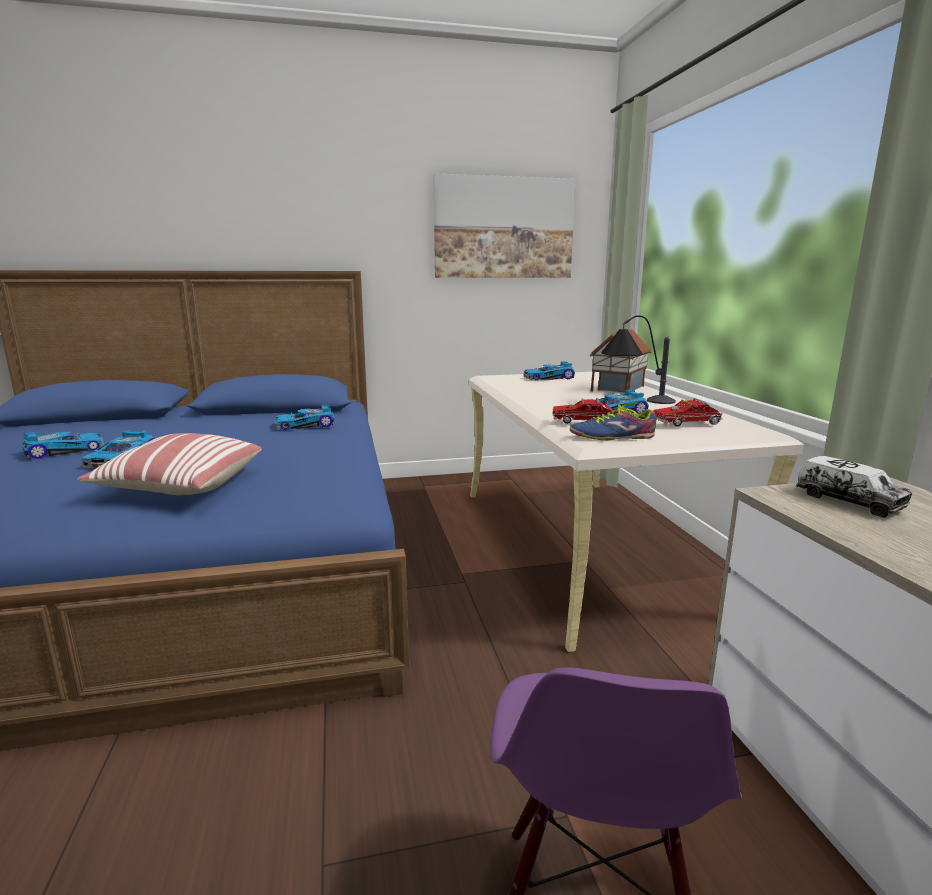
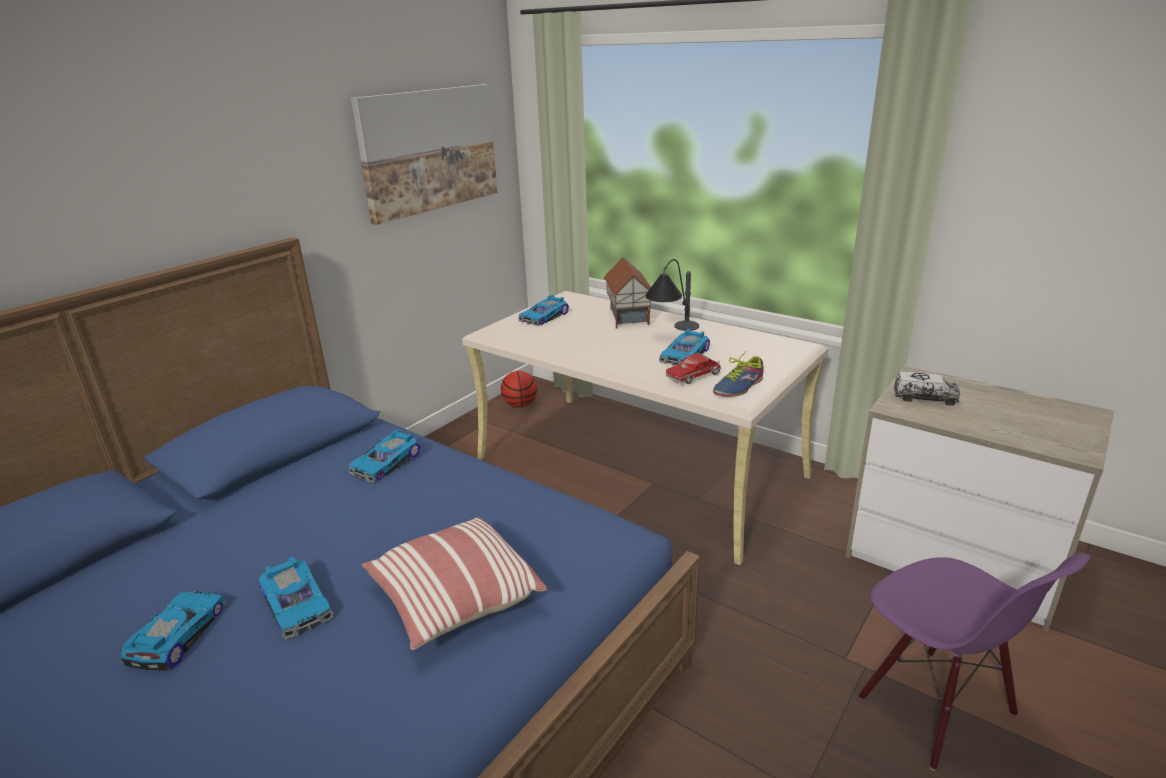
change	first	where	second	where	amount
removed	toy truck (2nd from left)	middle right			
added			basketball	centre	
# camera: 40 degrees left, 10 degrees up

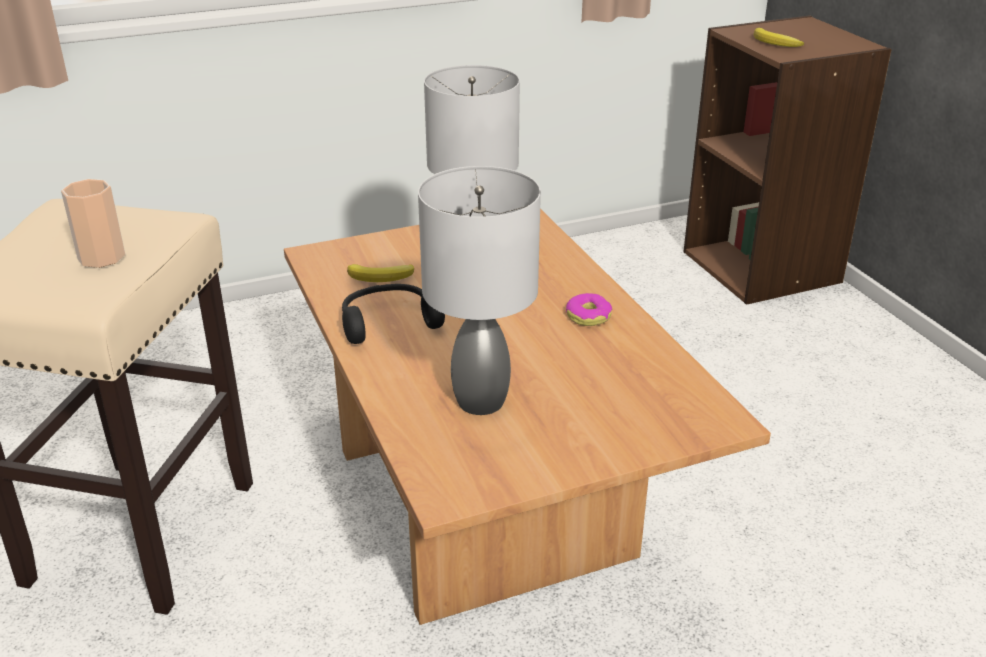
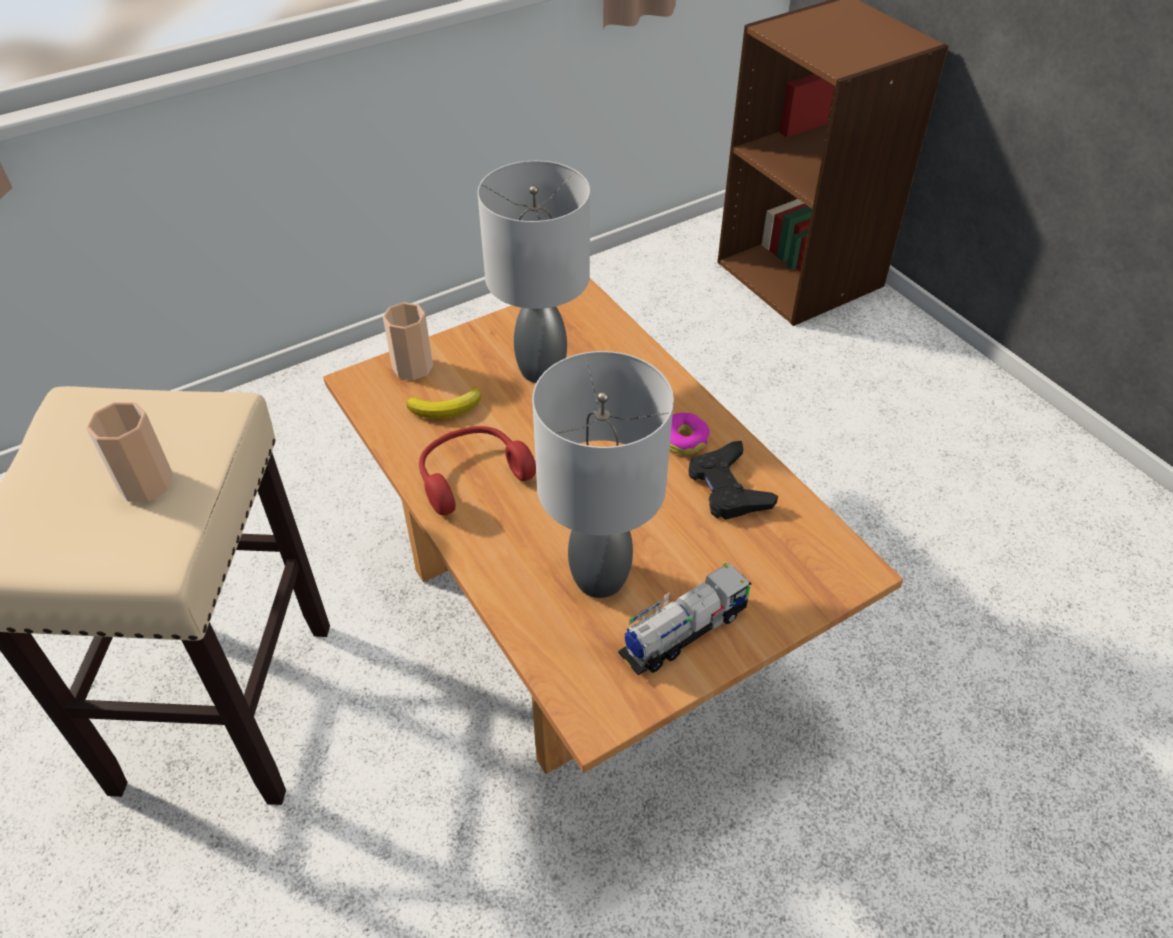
change	first	where	second	where	amount
removed	banana (2nd from left)	top right			
recoloured	headphones in black	centre	headphones in red	centre	
added			cup (2nd from left)	centre	
added			game controller in black	centre	
added			toy truck	centre	
# camera: 10 degrees left, 15 degrees up

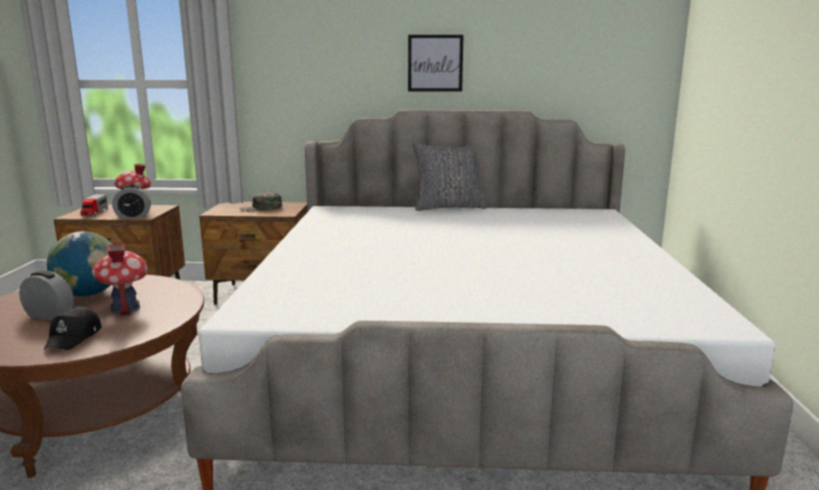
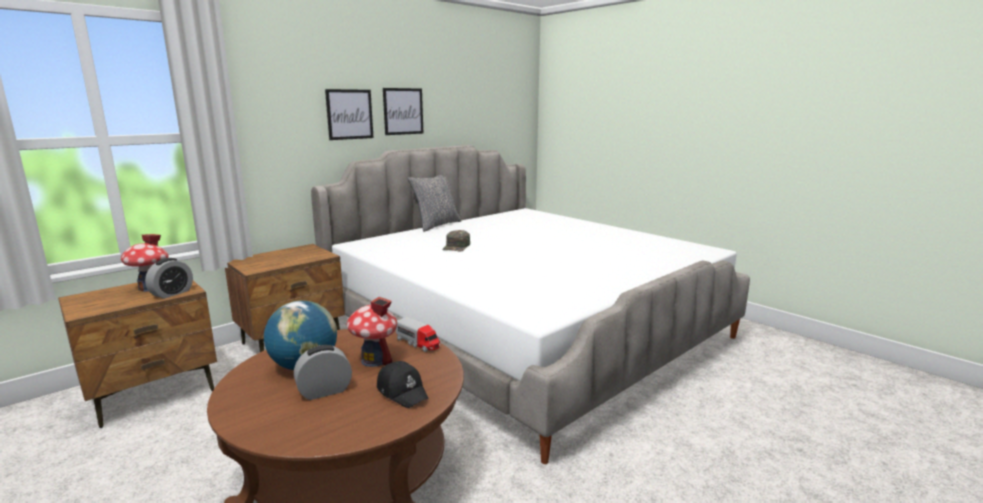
change	first	where	second	where	amount
moved	cap in green	middle left		centre	
moved	toy truck	middle left		centre	
added			picture (1st from left)	top centre	
# camera: 45 degrees left, 0 degrees up

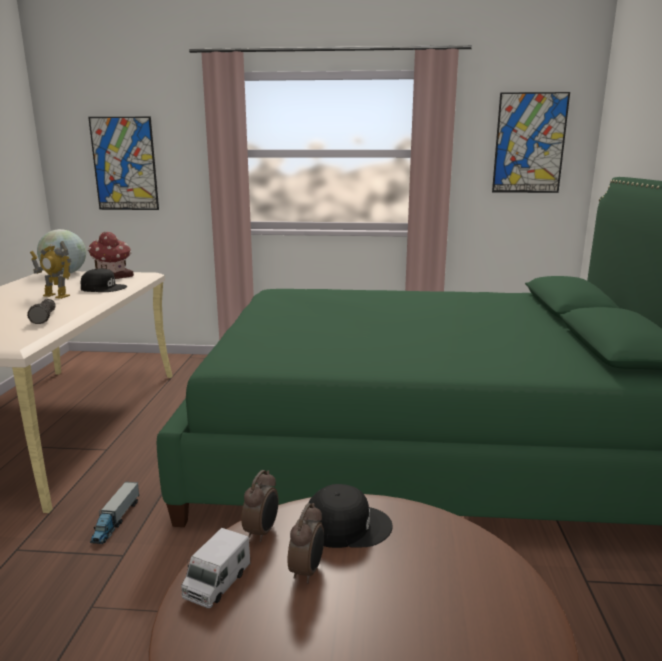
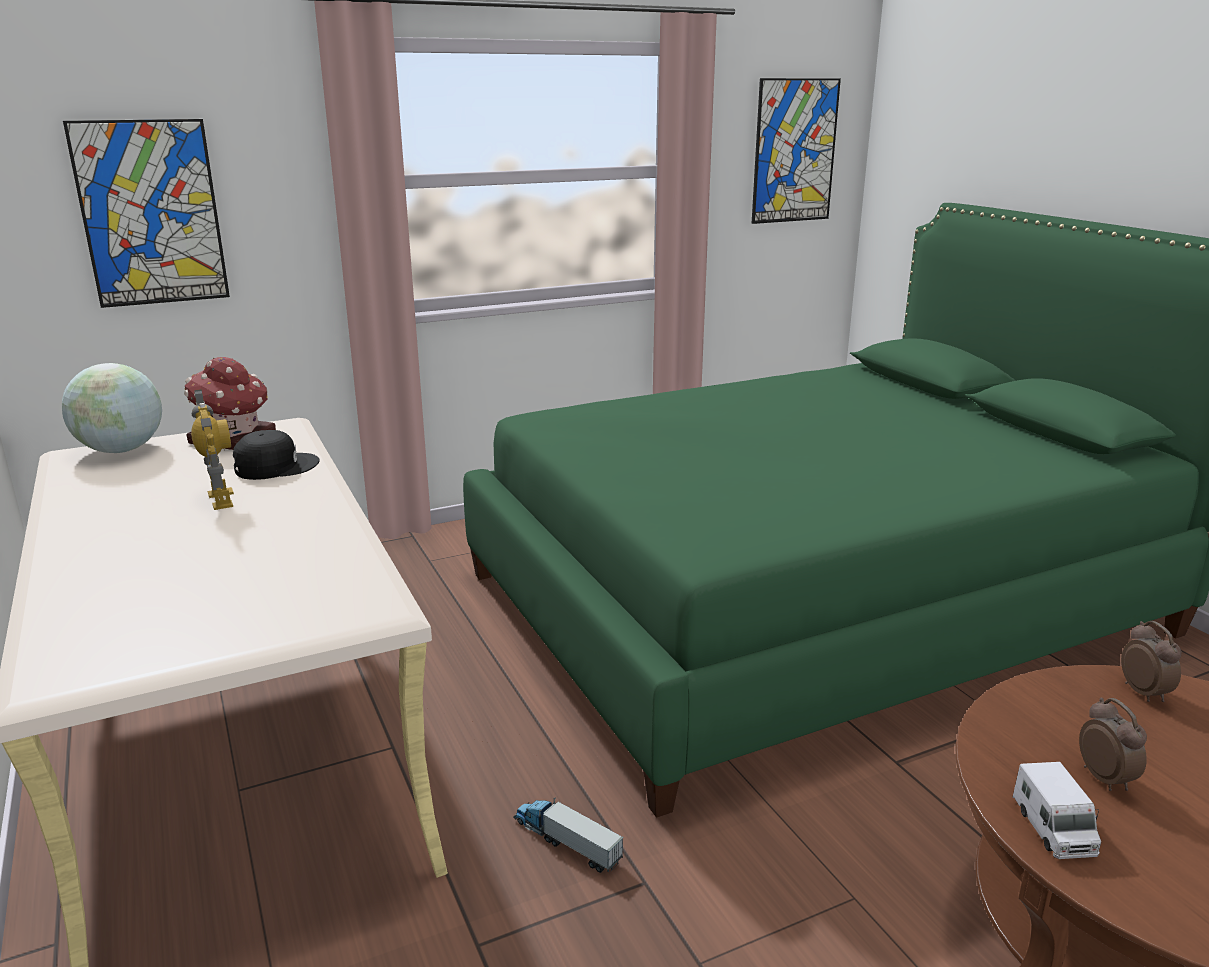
change	first	where	second	where	amount
turned	toy robot	middle left		middle left	105 degrees counterclockwise
removed	flashlight	middle left			
moved	alarm clock (1st from left in the first image)	bottom centre	alarm clock (2nd from left)	bottom right	
turned	toy truck (1st from left)	bottom left		bottom centre	150 degrees clockwise
removed	cap in black (2nd from left)	bottom centre			
# camera: 30 degrees left, 5 degrees up

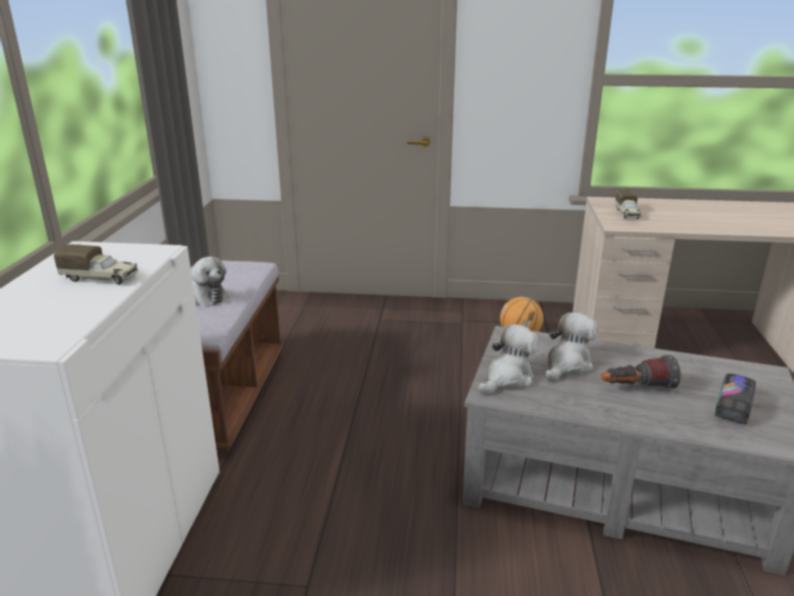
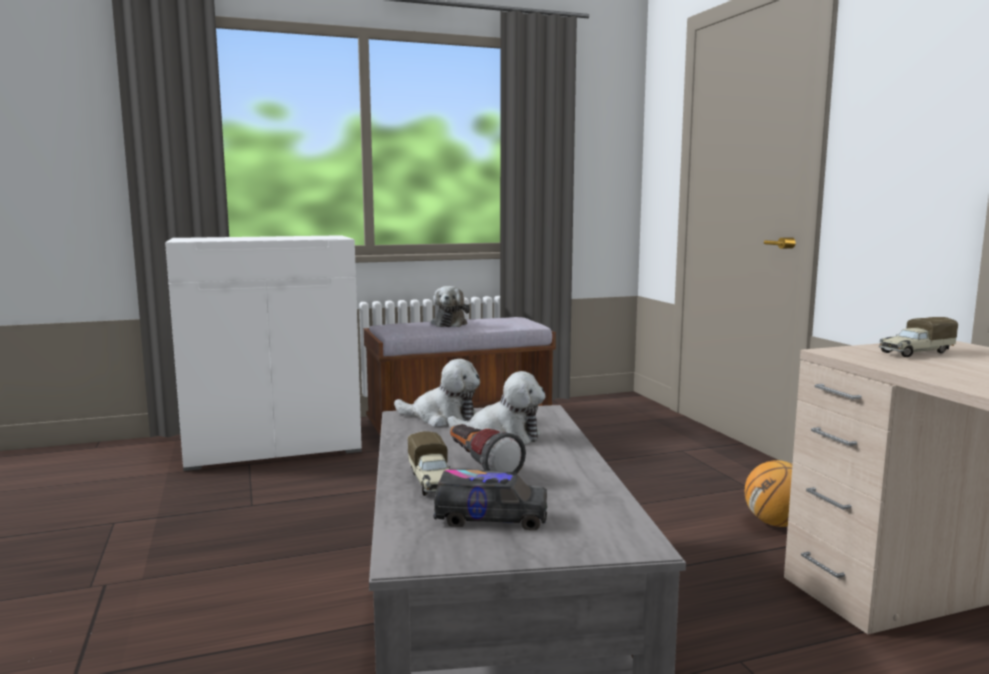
change	first	where	second	where	amount
moved	toy truck (1st from left)	middle left		bottom centre	
# camera: 65 degrees right, 15 degrees down

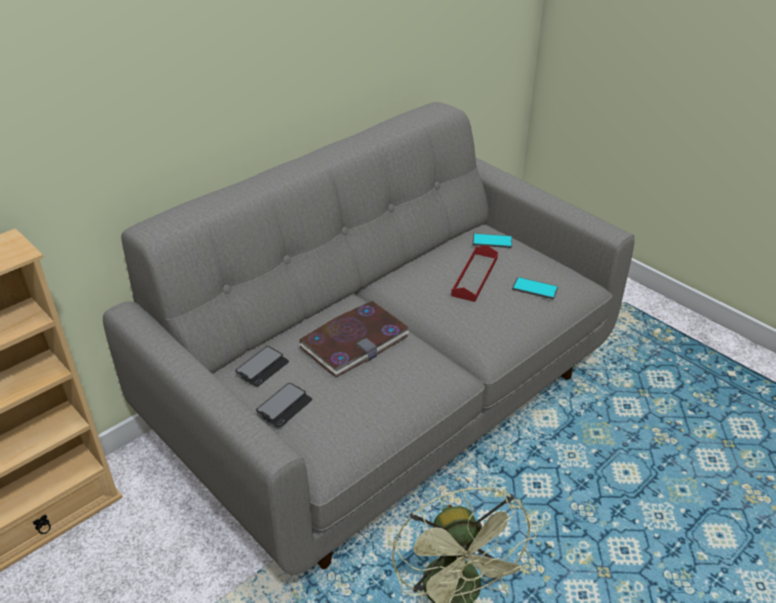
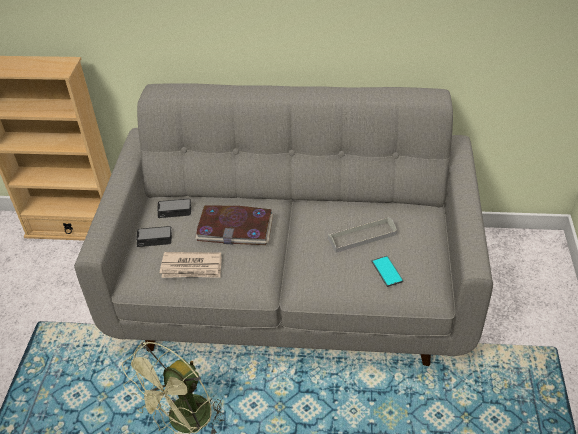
change	first	where	second	where	amount
removed	phone (3rd from left)	centre			
recoloured	tray in red	centre	tray in grey	centre	
added			newspaper	middle left	
# camera: 50 degrees right, 5 degrees up

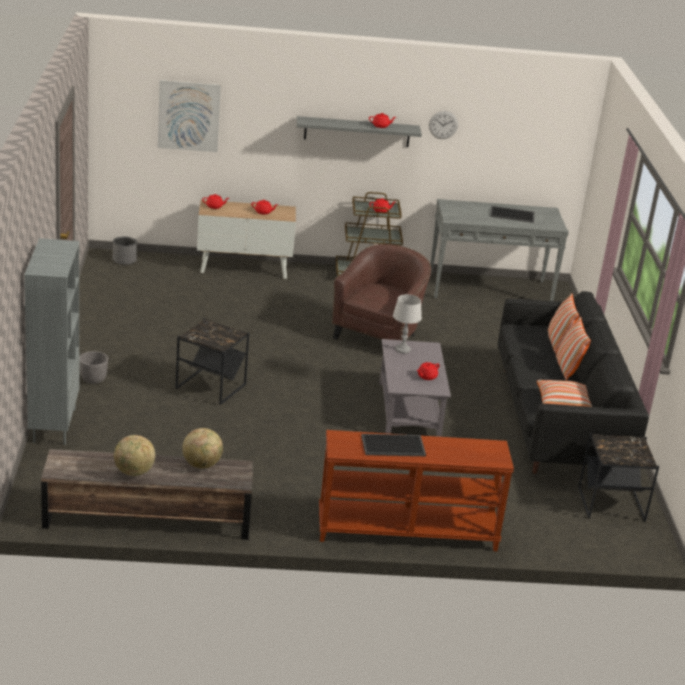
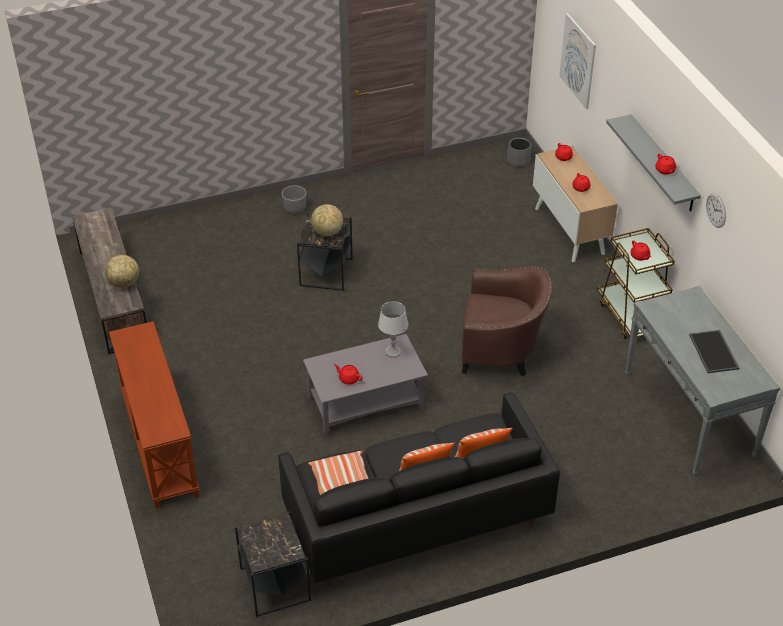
change	first	where	second	where	amount
removed	bookcase in grey	middle left			
removed	tray (1st from left)	centre			
moved	globe (1st from left in the first image)	middle left	globe (2nd from left)	centre	
# camera: 75 degrees right, 15 degrees up

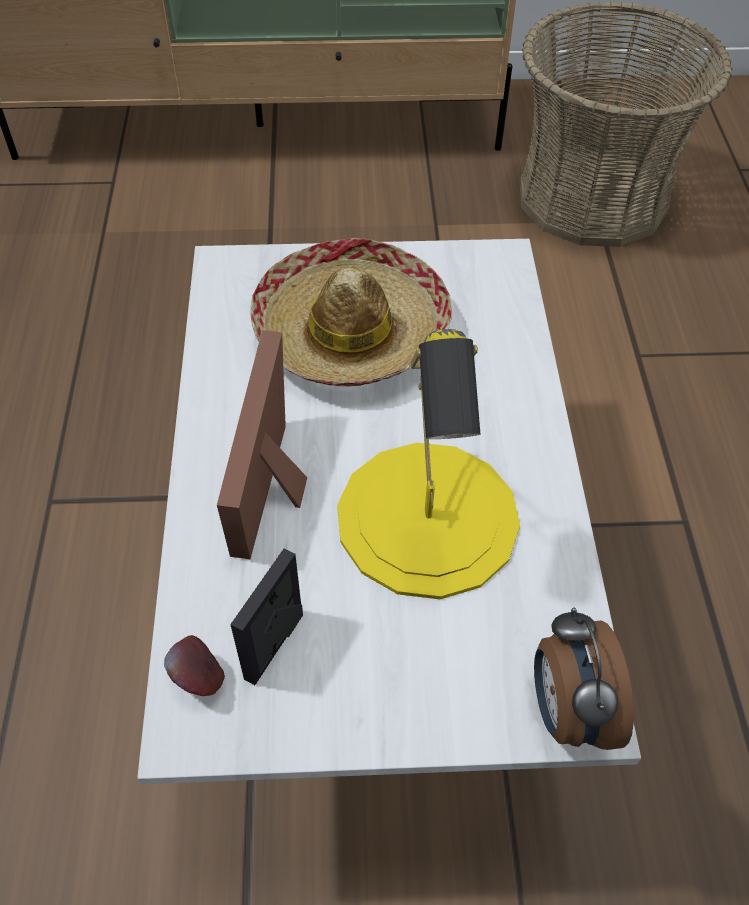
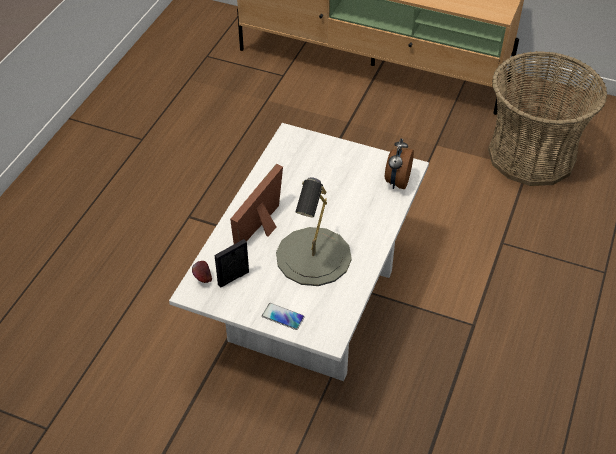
change	first	where	second	where	amount
removed	hat	centre			
recoloured	table lamp in yellow	centre	table lamp in grey	centre	
moved	alarm clock	bottom right		centre	
added			phone	bottom centre	
# camera: 25 degrees right, 5 degrees down

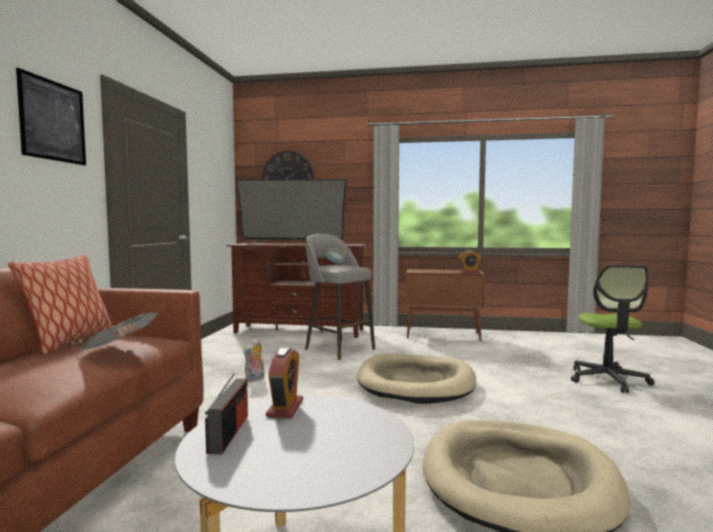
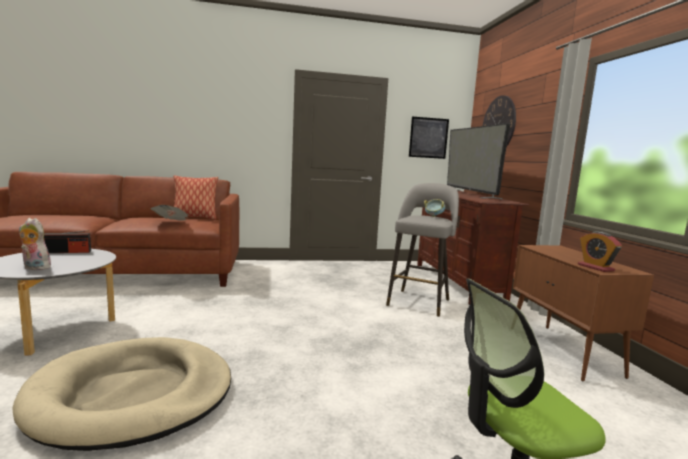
change	first	where	second	where	amount
moved	picture	top left		top centre	
moved	plush toy	bottom centre		middle left	
removed	alarm clock (1st from left)	bottom centre			
removed	dog bed in beige (1st from left)	bottom centre			
# camera: 70 degrees right, 5 degrees up

